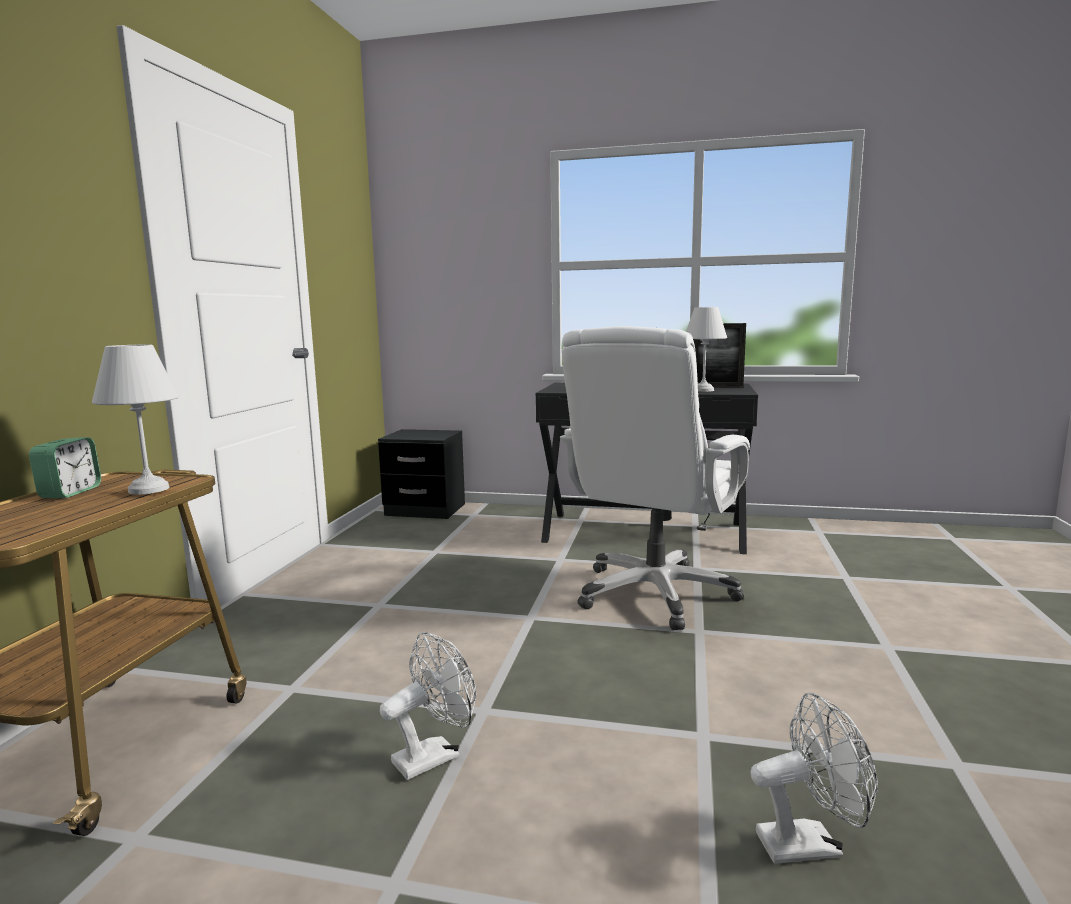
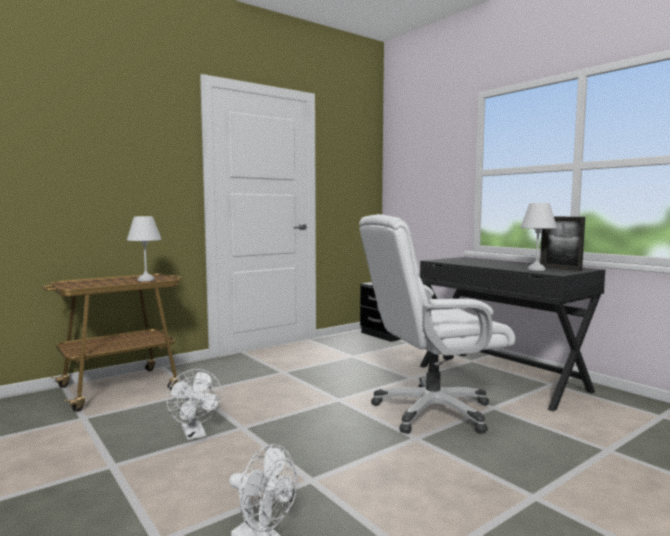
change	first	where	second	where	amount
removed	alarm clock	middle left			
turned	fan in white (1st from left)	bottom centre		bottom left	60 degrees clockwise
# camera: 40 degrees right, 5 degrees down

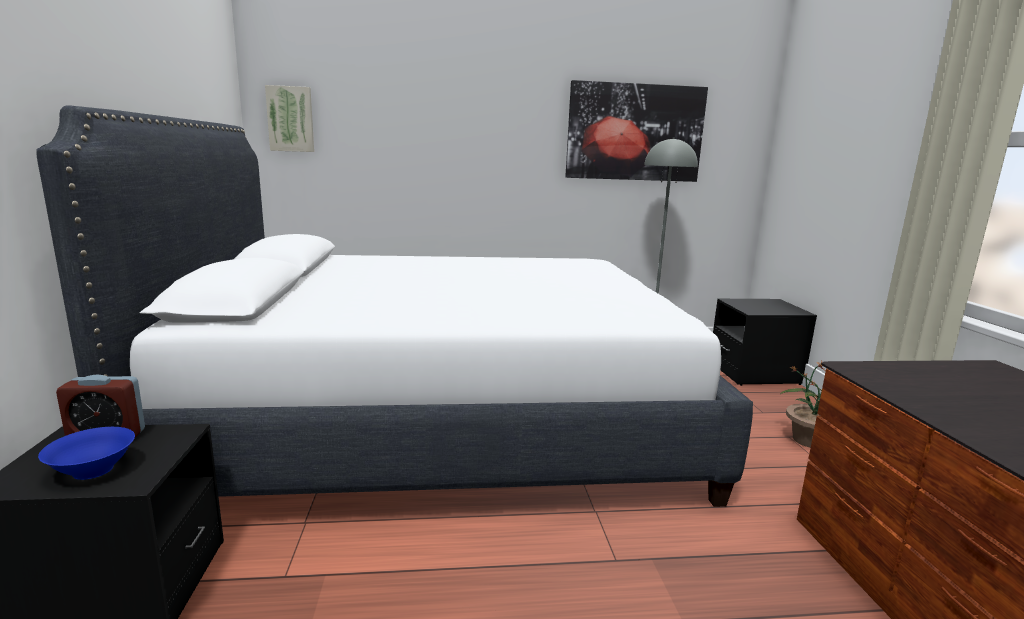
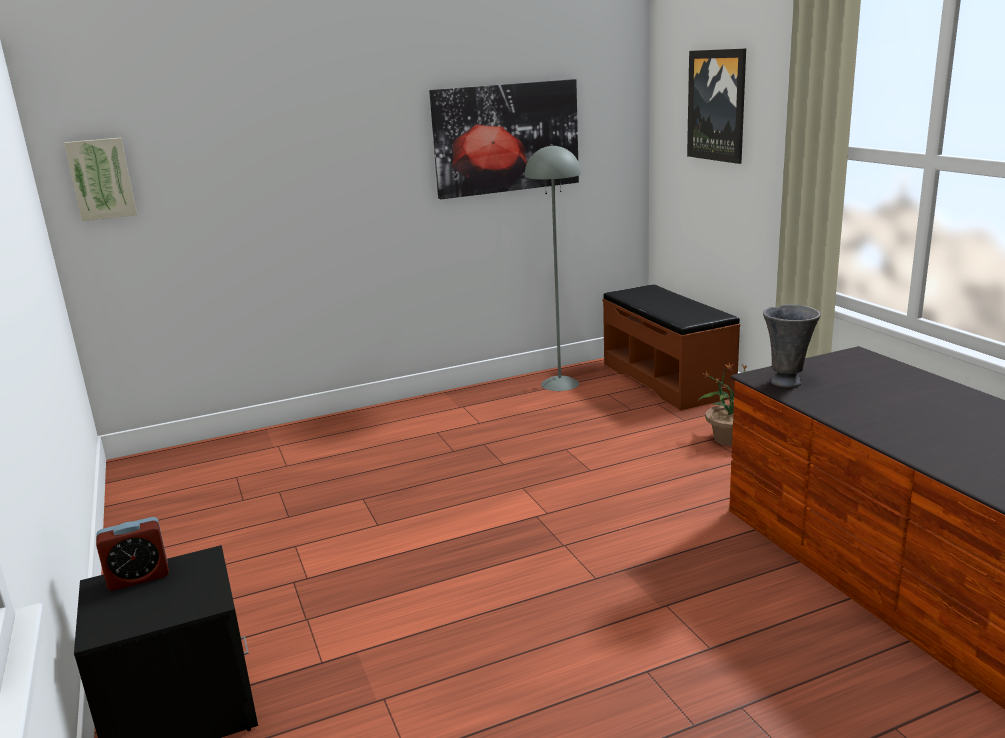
change	first	where	second	where	amount
removed	bed in white	centre			
replaced	nightstand in black (2nd from left)	middle right	bench in brown	middle right	
removed	bowl in blue	bottom left			
added			picture (3rd from left)	top right	
added			vase in grey	middle right	
# camera: 15 degrees left, 5 degrees up

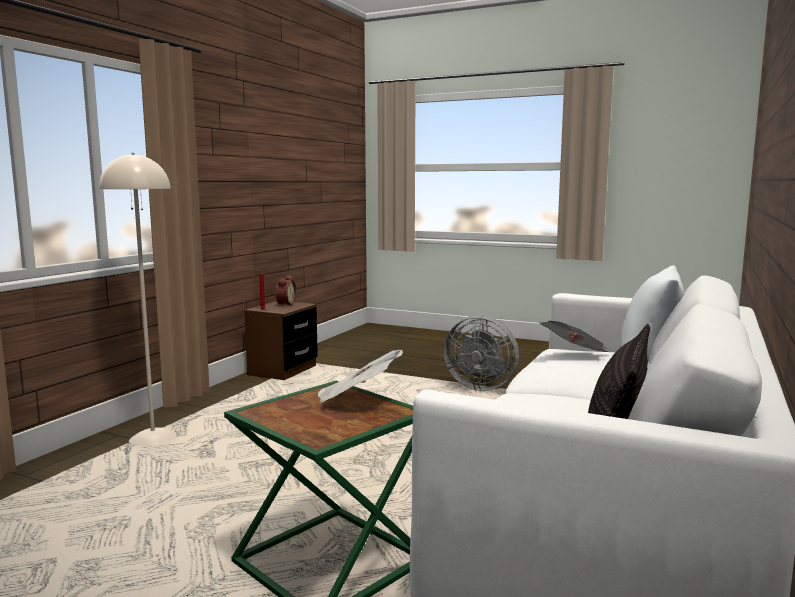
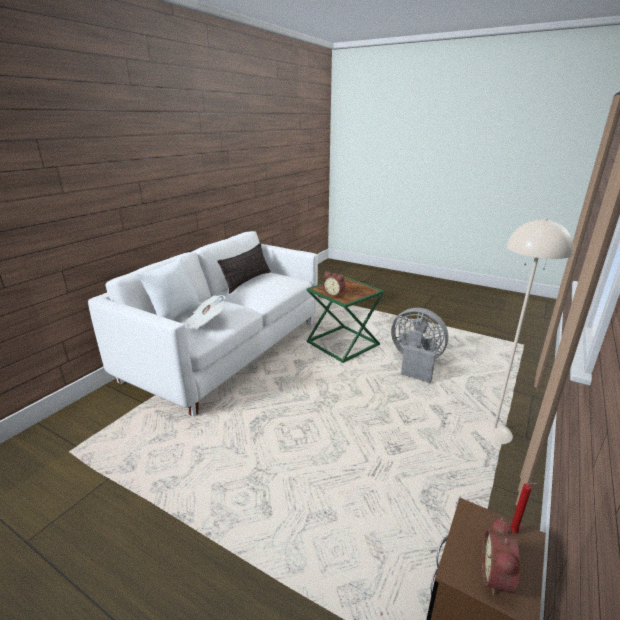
change	first	where	second	where	amount
moved	fan in grey	centre		middle right	
replaced	newspaper (1st from left)	centre	alarm clock (1st from left)	centre	
# camera: 175 degrees left, 15 degrees up

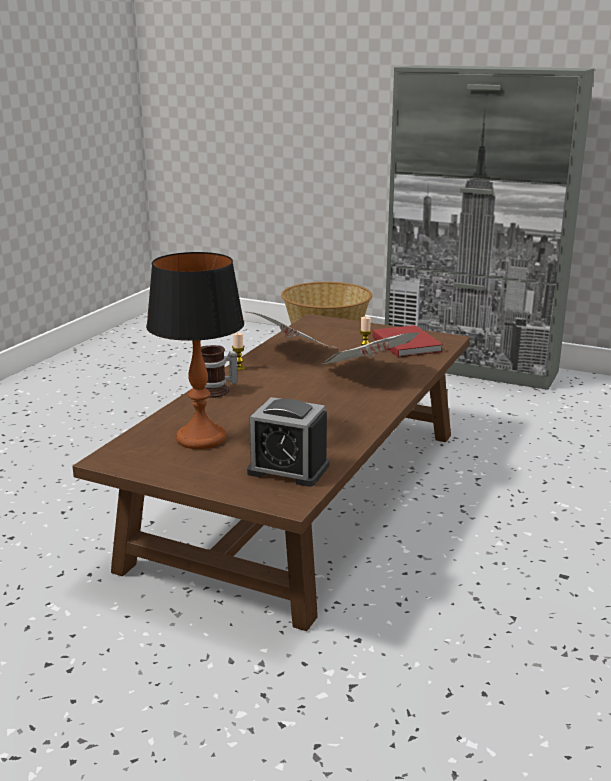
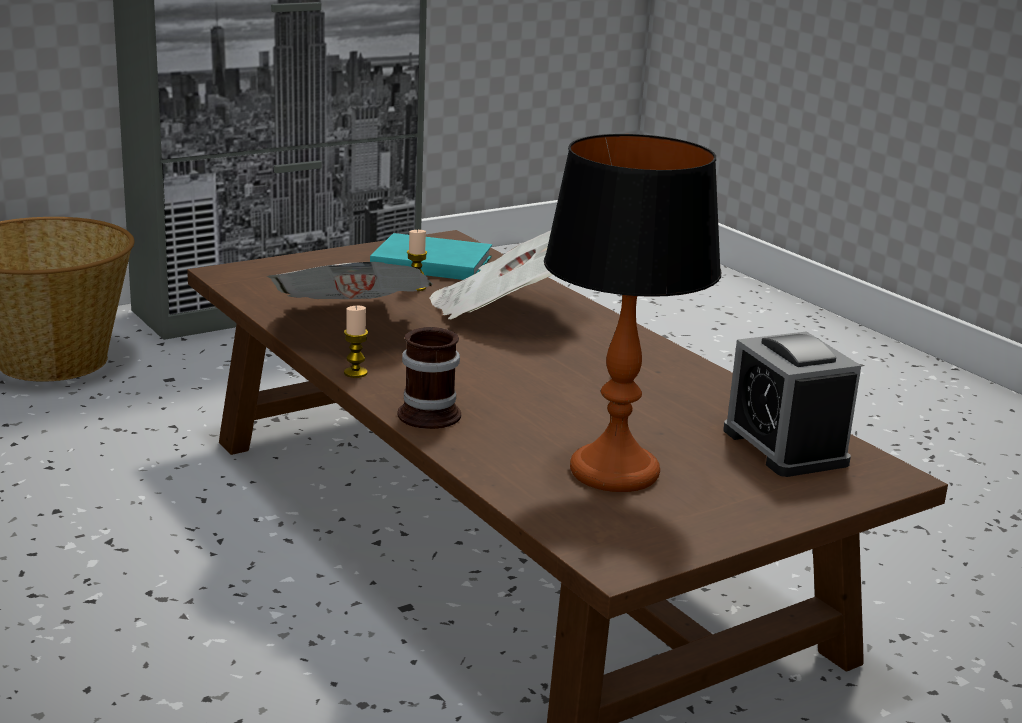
change	first	where	second	where	amount
recoloured	book in red	centre	book in turquoise	centre	
turned	alarm clock	centre		middle right	105 degrees clockwise
# camera: 60 degrees left, 0 degrees up

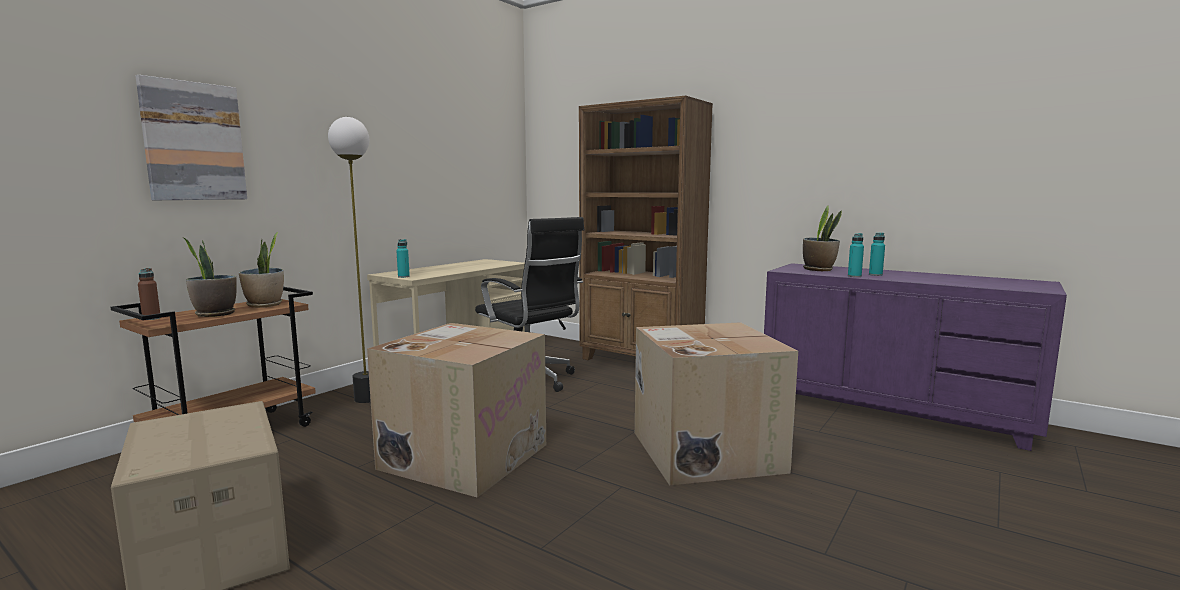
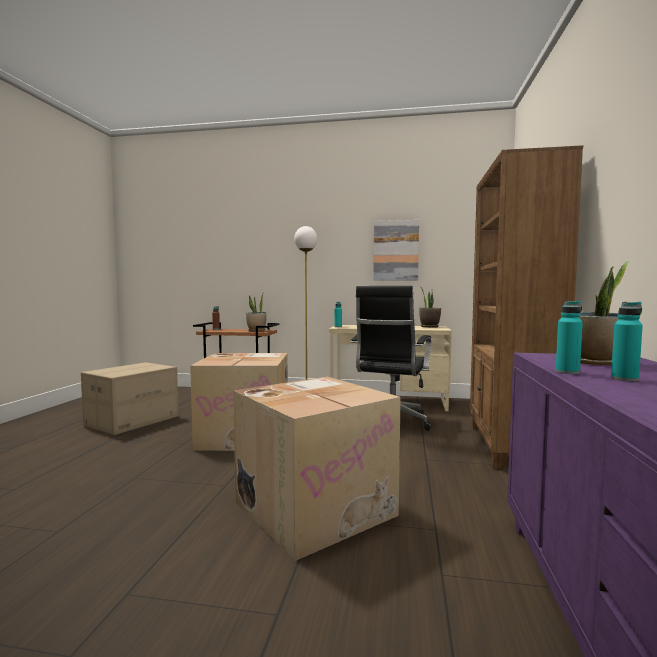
change	first	where	second	where	amount
moved	picture	top left		centre	
moved	potted plant (1st from left in the first image)	middle left	potted plant (2nd from left)	centre	
# camera: 65 degrees right, 5 degrees down

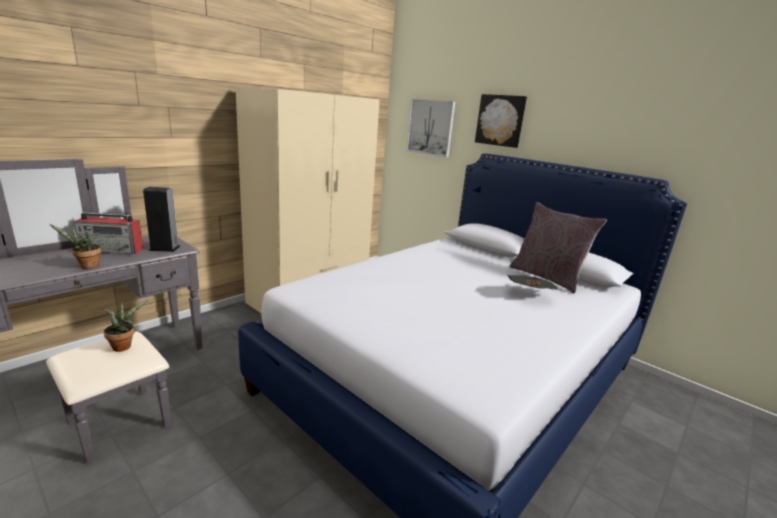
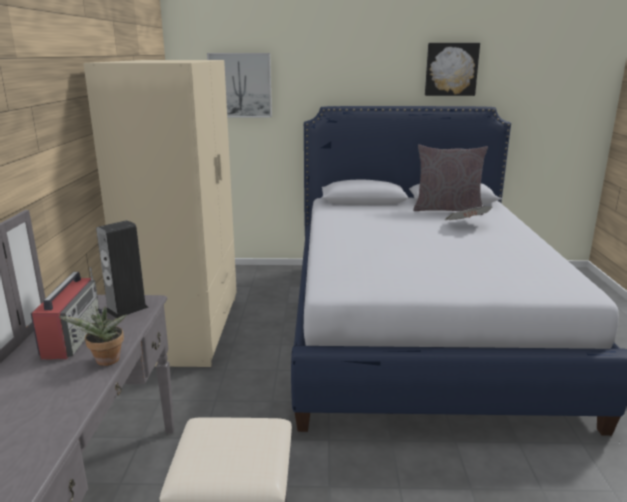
change	first	where	second	where	amount
moved	picture (2nd from left)	top centre		top right	
turned	radio	middle left		middle left	45 degrees counterclockwise
removed	potted plant (2nd from left)	middle left			
# camera: 40 degrees left, 0 degrees up

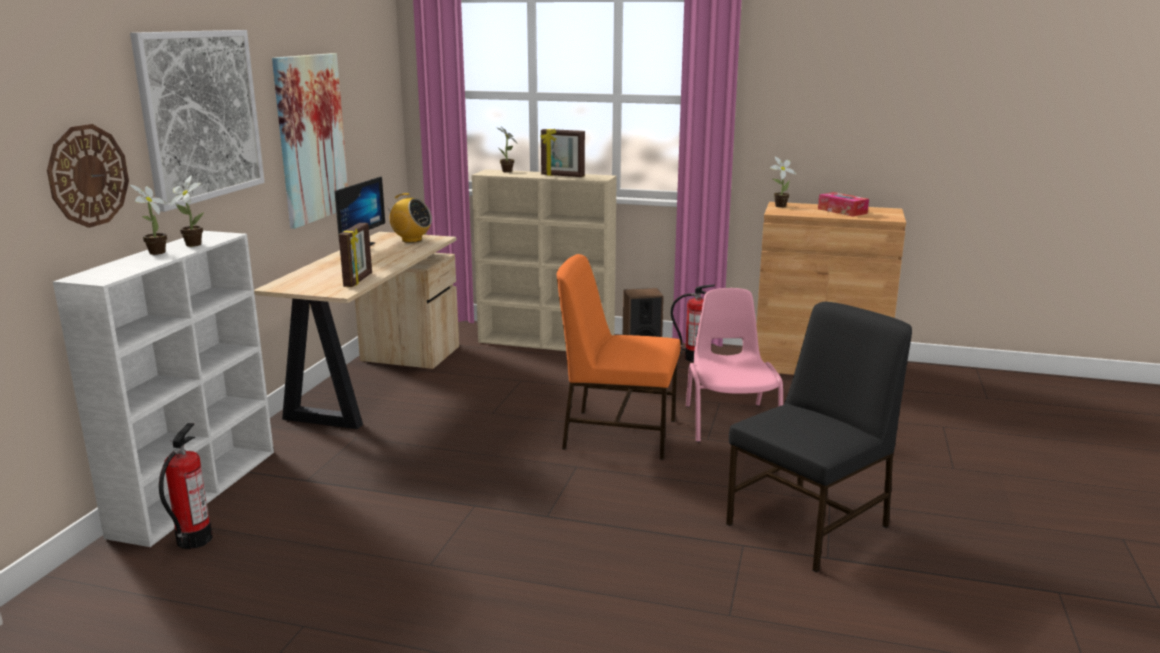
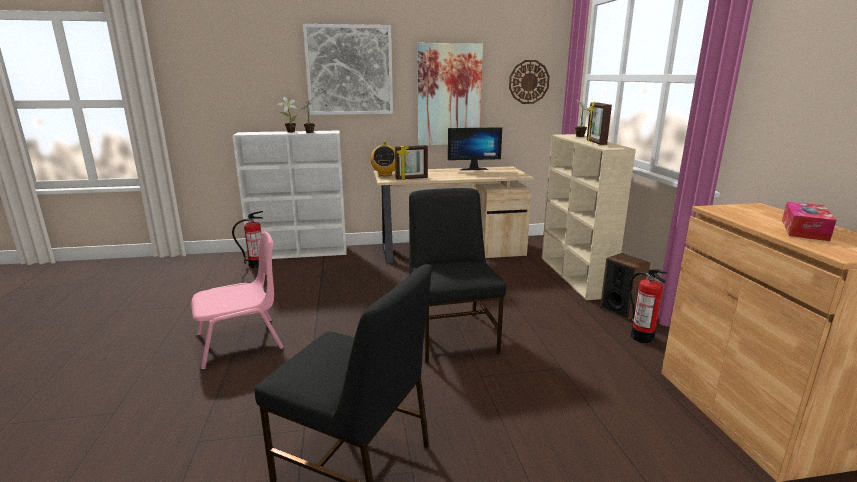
change	first	where	second	where	amount
moved	wall clock	top left		top centre	
removed	potted plant (4th from left)	top right			
moved	radio	centre		top centre	
recoloured	chair in orange	centre	chair in black (2nd from left)	centre	
moved	chair in pink	centre		middle left	
# camera: 65 degrees right, 0 degrees up

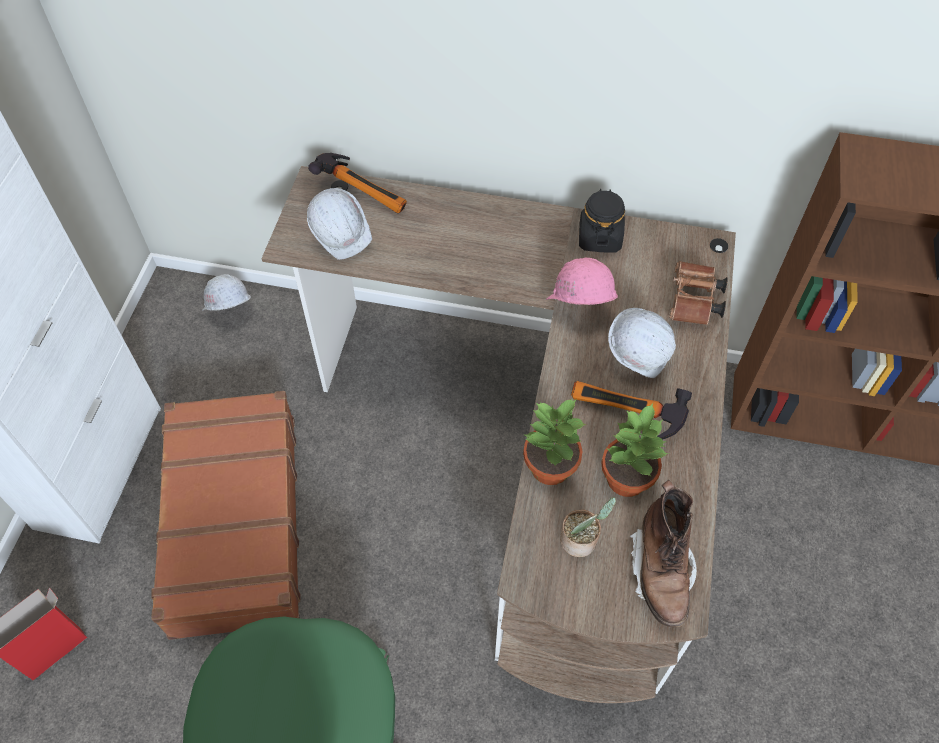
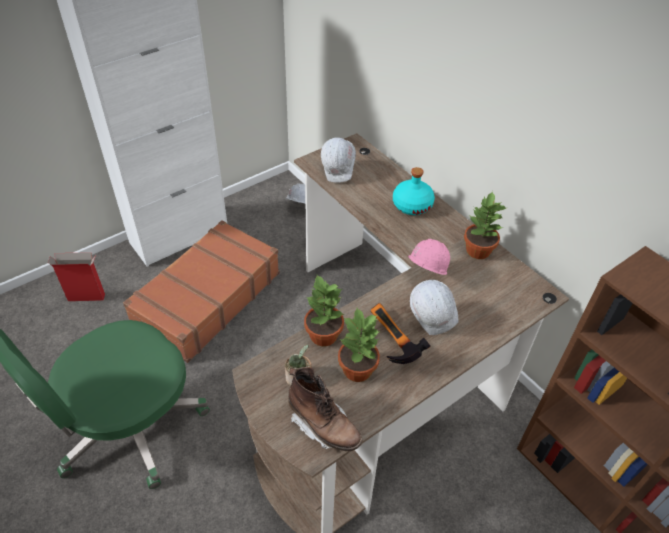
change	first	where	second	where	amount
removed	hammer (1st from left)	top centre			
replaced	jar in black	top centre	potted plant (4th from left)	middle right	
removed	binoculars in brown	middle right			
turned	boot in brown	bottom right		bottom centre	90 degrees counterclockwise
added			bottle in turquoise	centre	
# camera: 40 degrees right, 10 degrees down

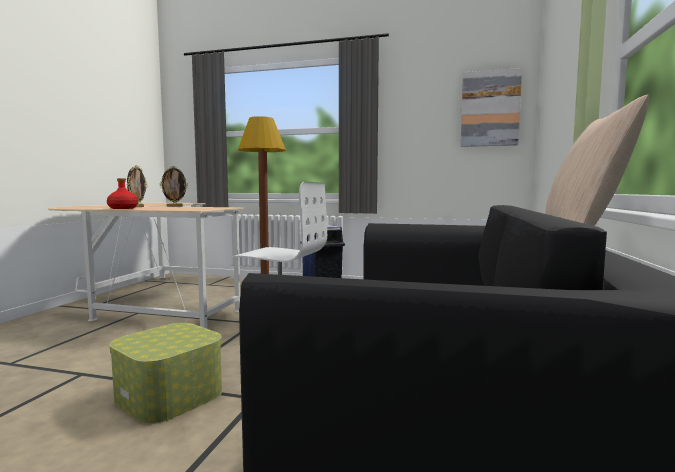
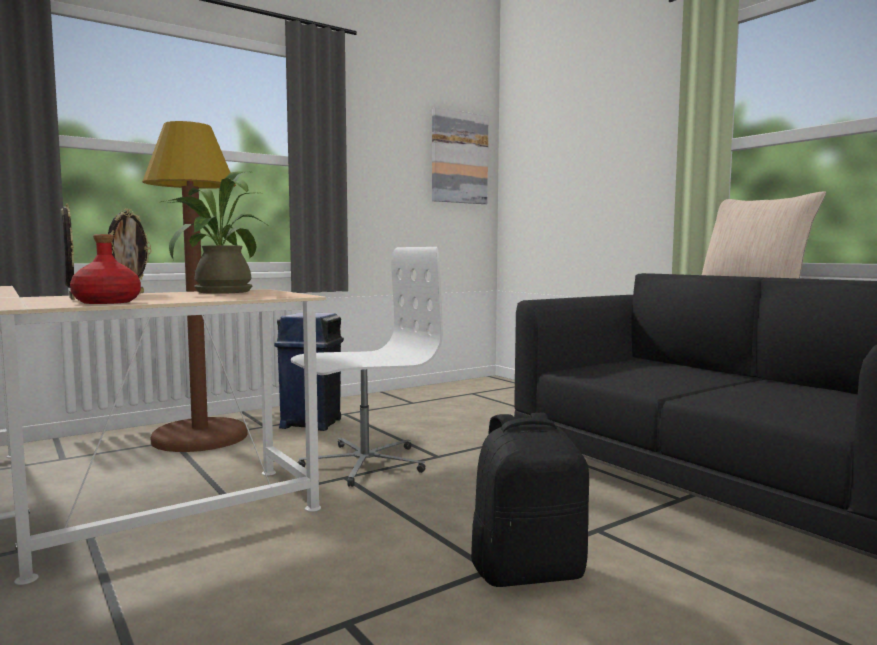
change	first	where	second	where	amount
replaced	storage box	bottom left	backpack in black	bottom centre	
added			potted plant	middle left	
# camera: 50 degrees left, 0 degrees up

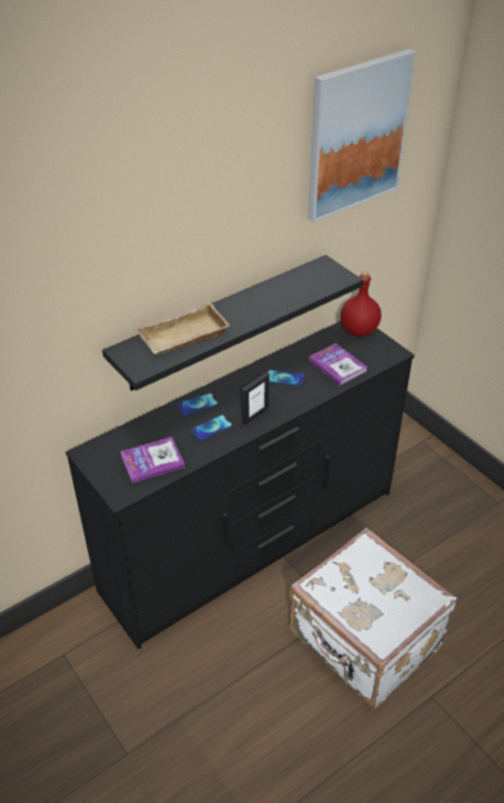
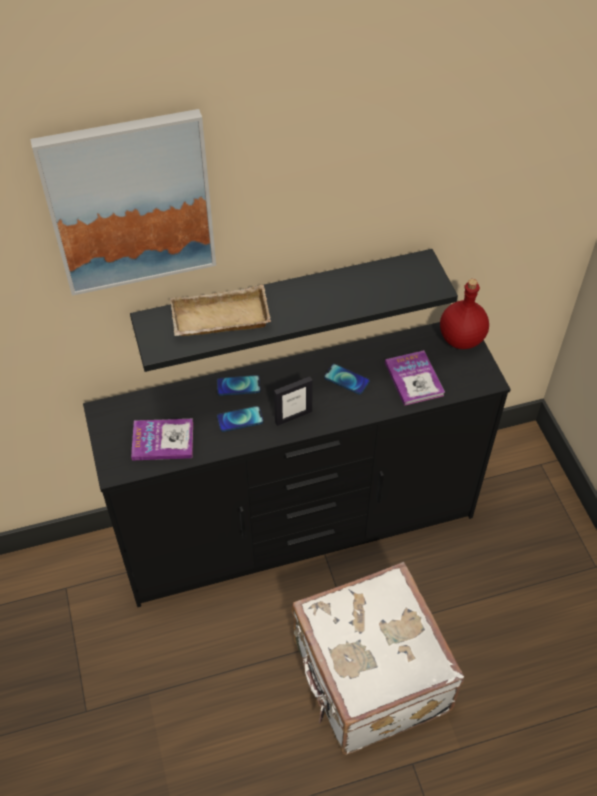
change	first	where	second	where	amount
moved	picture	top right		top left	
# camera: 20 degrees right, 10 degrees up

